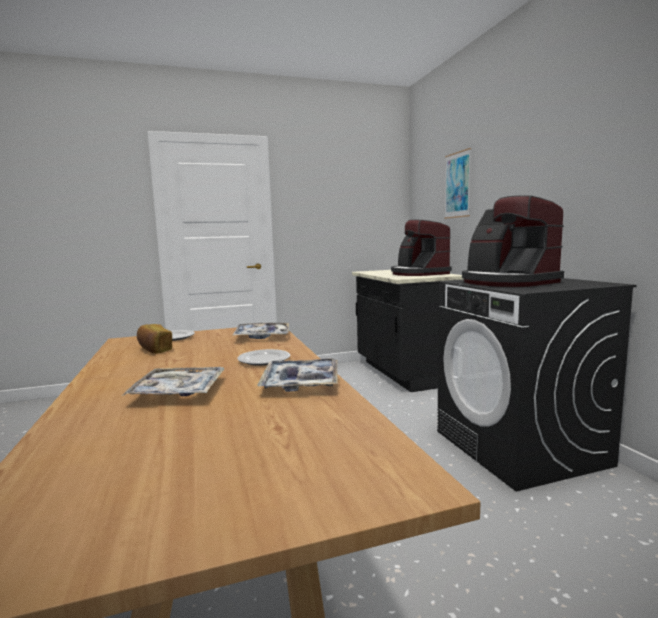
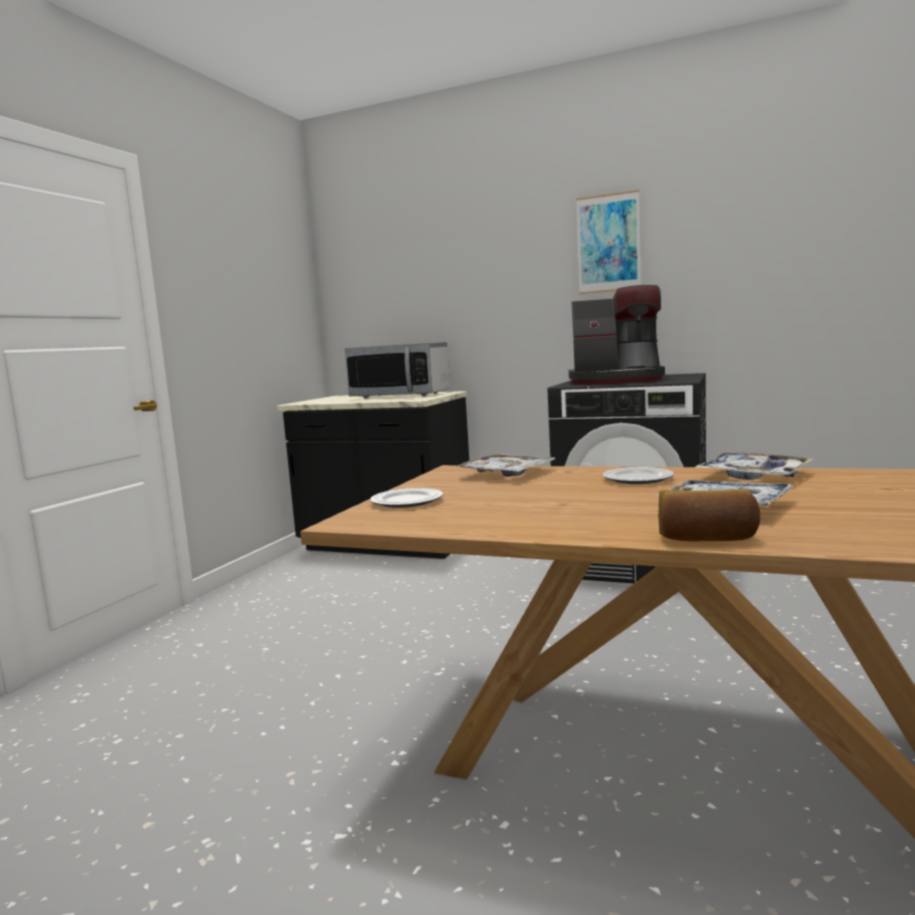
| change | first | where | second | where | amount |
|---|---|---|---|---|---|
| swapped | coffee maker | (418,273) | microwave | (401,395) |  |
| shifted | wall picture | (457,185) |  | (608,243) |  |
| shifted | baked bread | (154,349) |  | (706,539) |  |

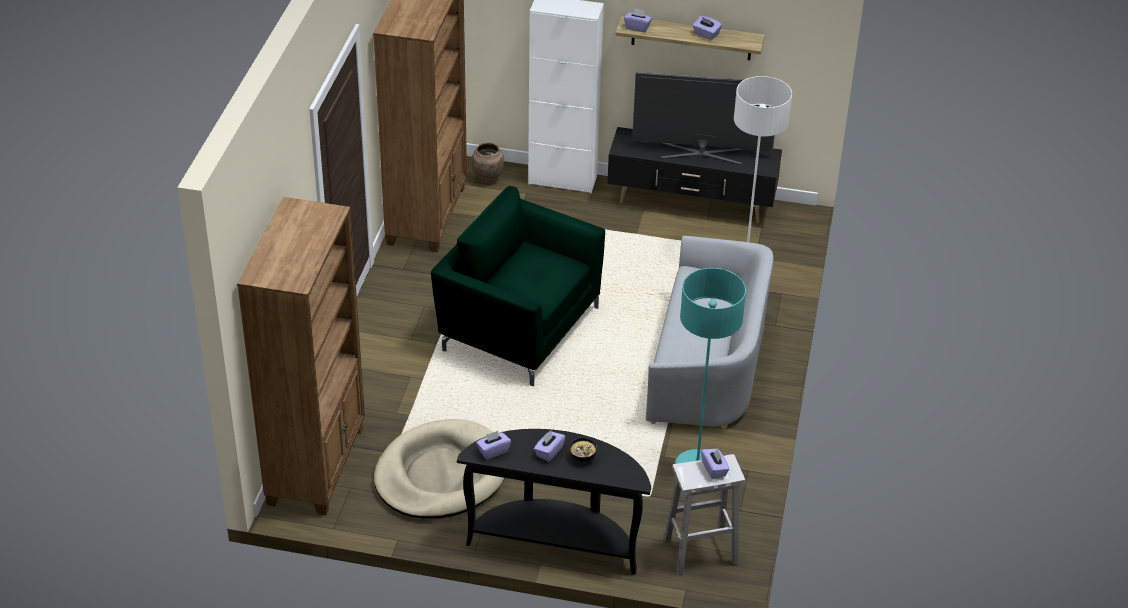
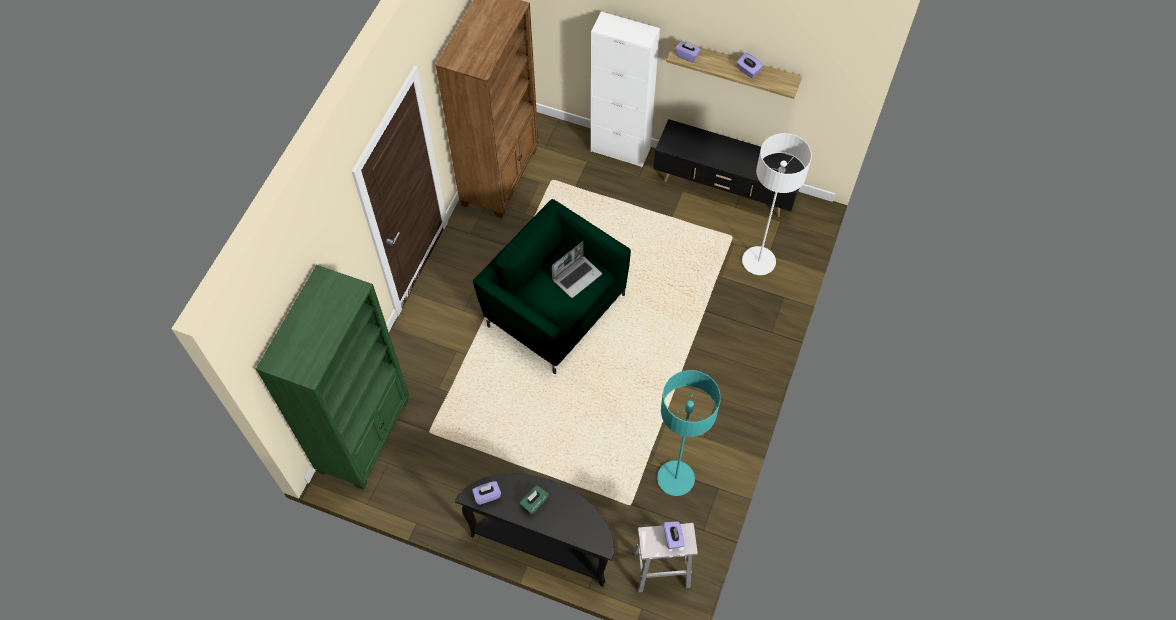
| change | first | where | second | where | amount |
|---|---|---|---|---|---|
| repainted | brown-coloured bookcase | (317,465) | green-coloured bookcase | (365,435) |  |
| repainted | purple-coloured tissue box | (549,452) | green-coloured tissue box | (534,502) |  |
| new |  |  | laptop | (577,276) |  |
| gone | beige dog cushion | (441,475) |  |  |  |
| gone | brown-coloured vase | (488,178) |  |  |  |
| gone | bowl | (582,457) |  |  |  |
| gone | TV set | (701,153) |  |  |  |
| gone | grey couch | (708,365) |  |  |  |

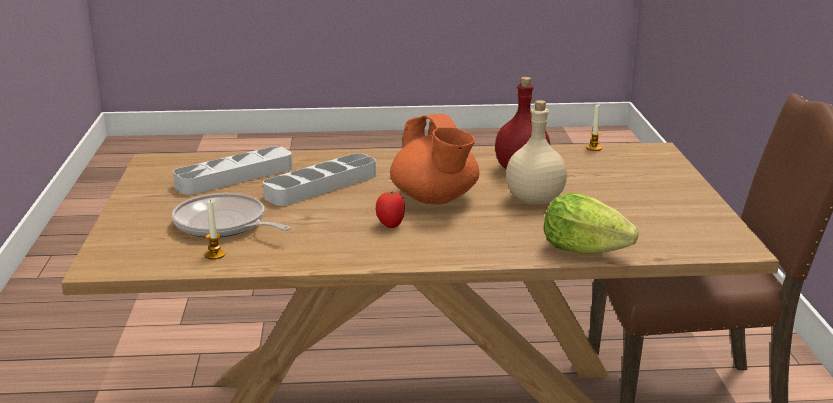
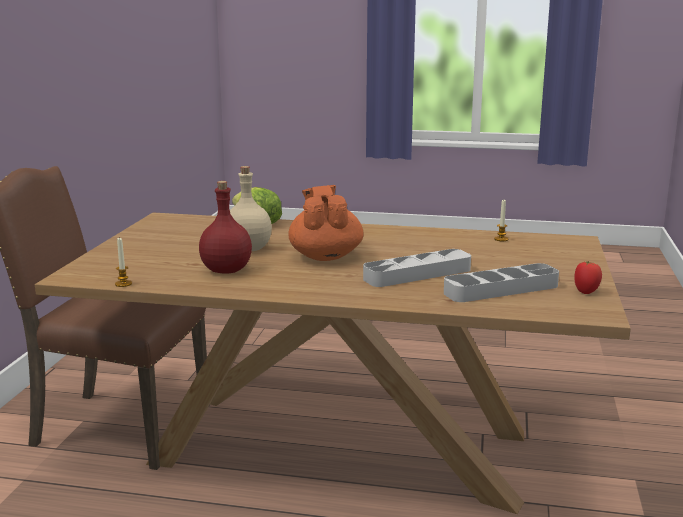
| change | first | where | second | where | amount |
|---|---|---|---|---|---|
| shifted | fresh tomato | (390,225) |  | (586,292) |  |
| gone | skillet | (223,224) |  |  |  |

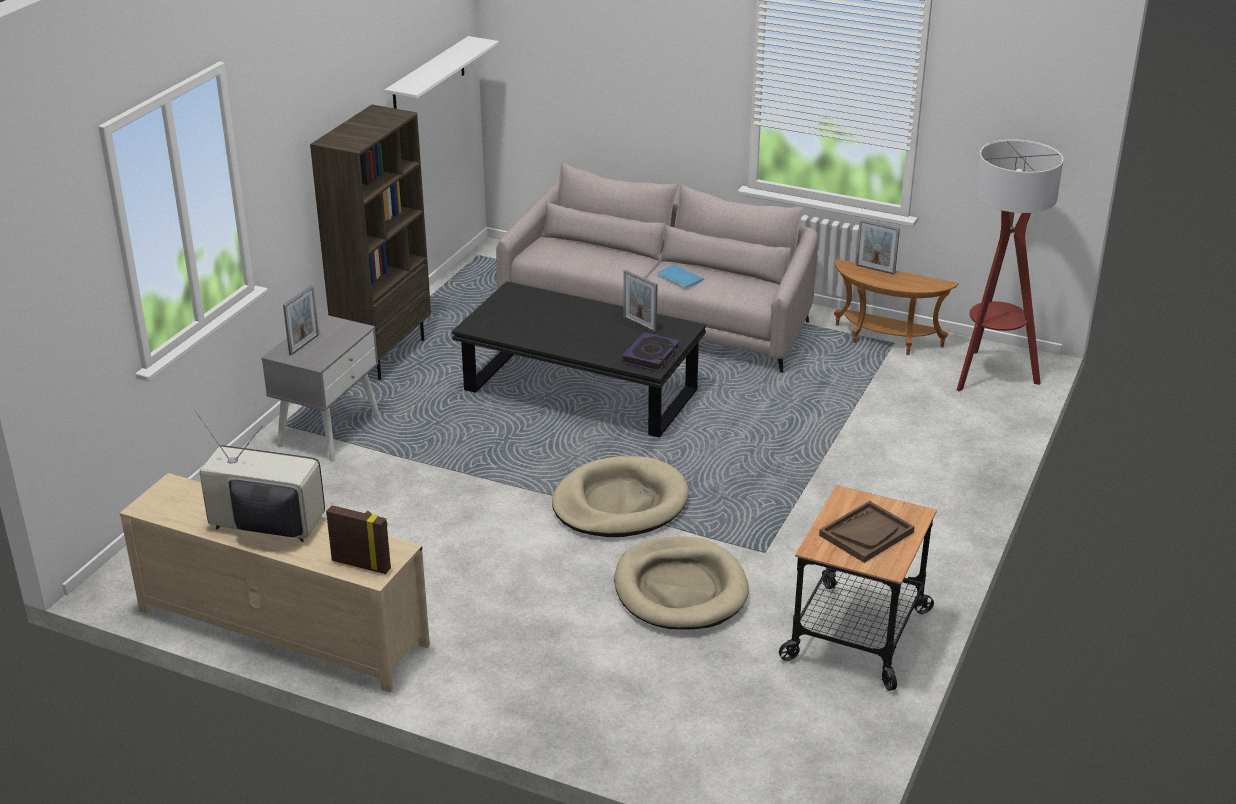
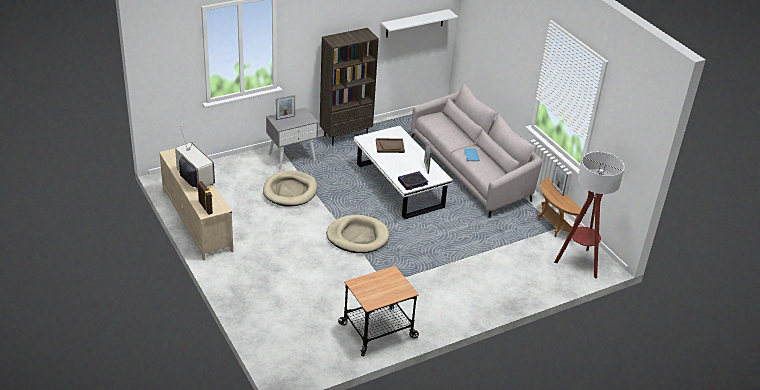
| change | first | where | second | where | amount |
|---|---|---|---|---|---|
| shifted | beige dog cushion | (680,589) |  | (290,191) |  |
| repainted | blackish lounge table | (581,392) | white lounge table | (399,186) |  |
| shifted | brown-coloured carrying tray | (866,533) |  | (390,146) |  |

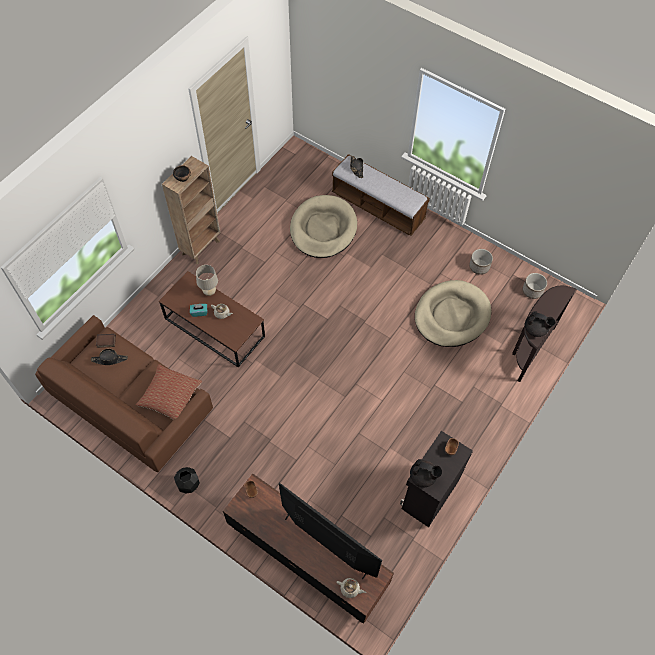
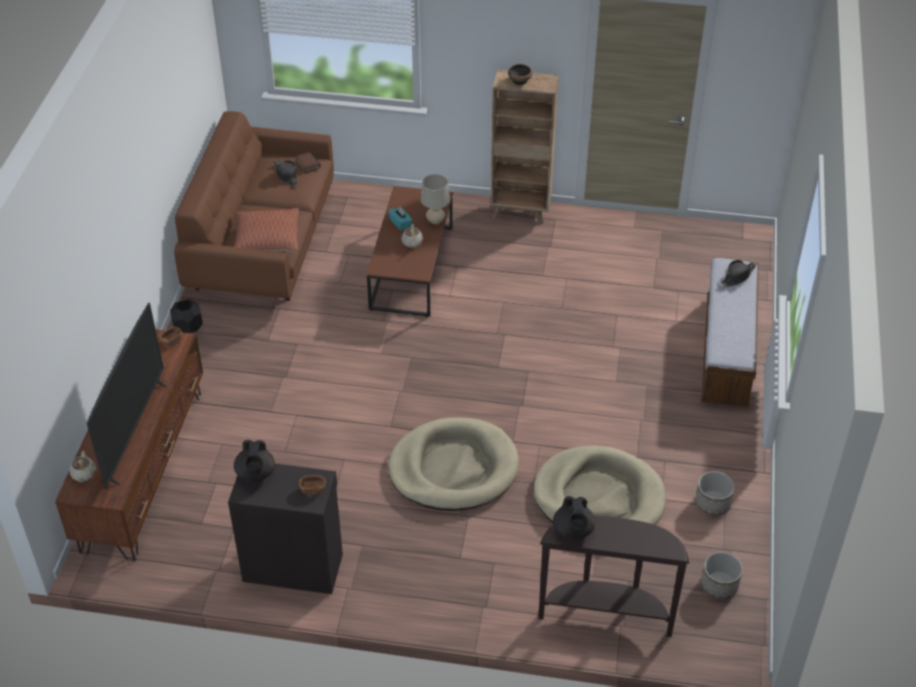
| change | first | where | second | where | amount |
|---|---|---|---|---|---|
| shifted | beige dog cushion | (323,229) |  | (453,468) |  |

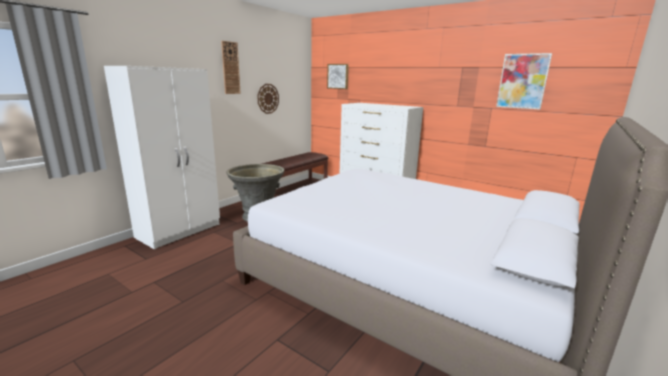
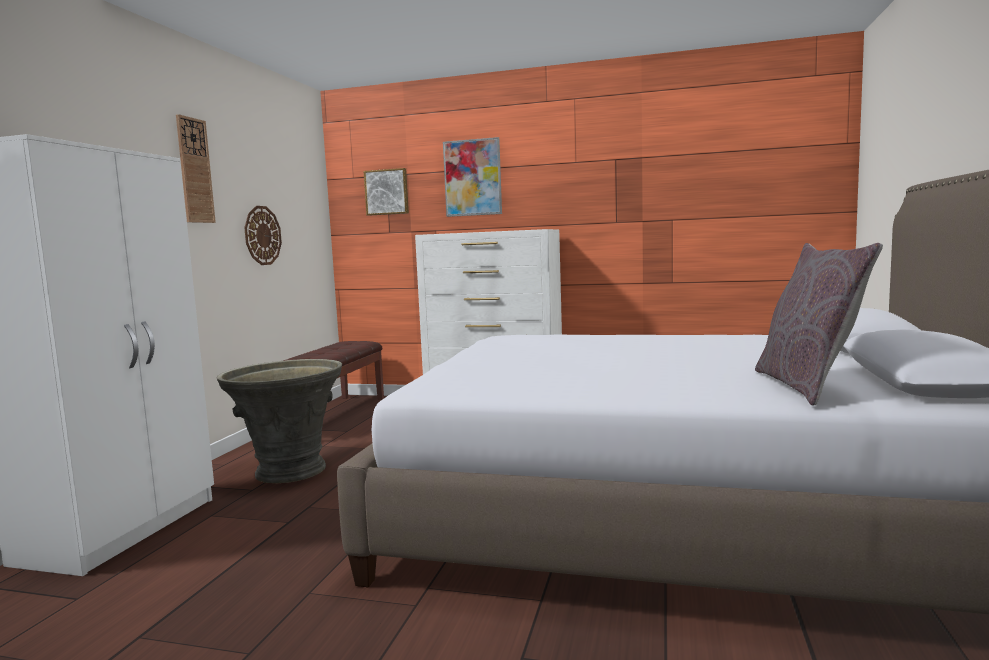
| change | first | where | second | where | amount |
|---|---|---|---|---|---|
| shifted | wall picture | (522,81) |  | (472,177) |  |
| new |  |  | grey pillow | (807,386) |  |

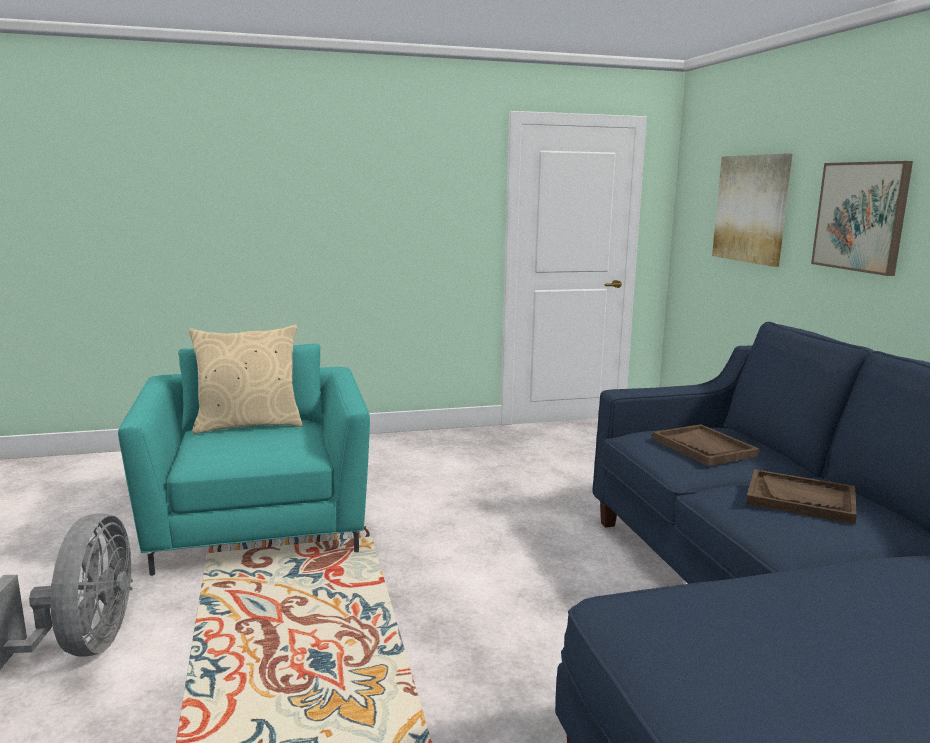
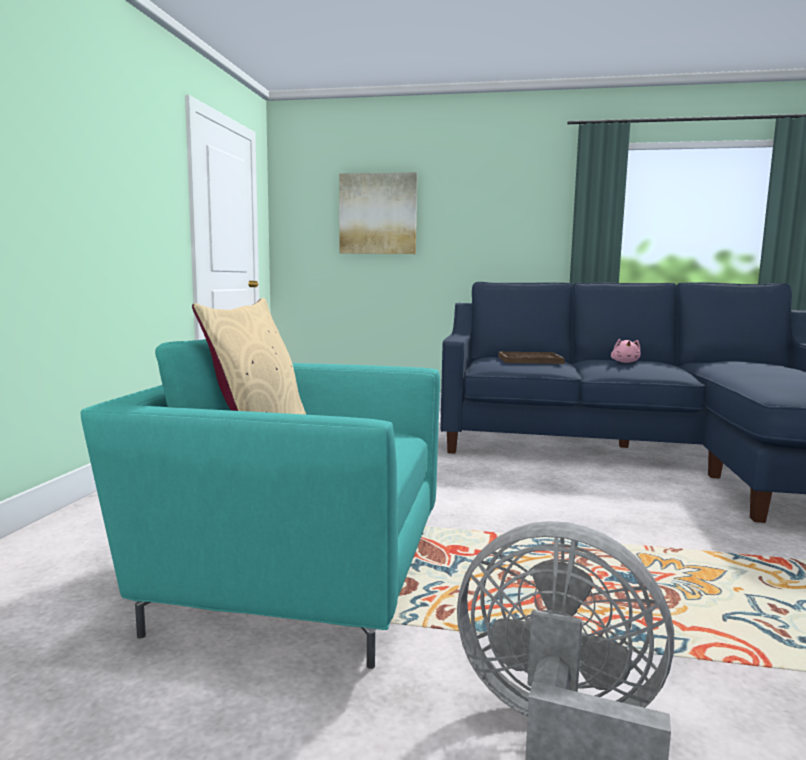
| change | first | where | second | where | amount |
|---|---|---|---|---|---|
| swapped | brown-coloured carrying tray | (801,499) | pink plush toy | (625,362) |  |
| gone | wall picture | (861,216) |  |  |  |

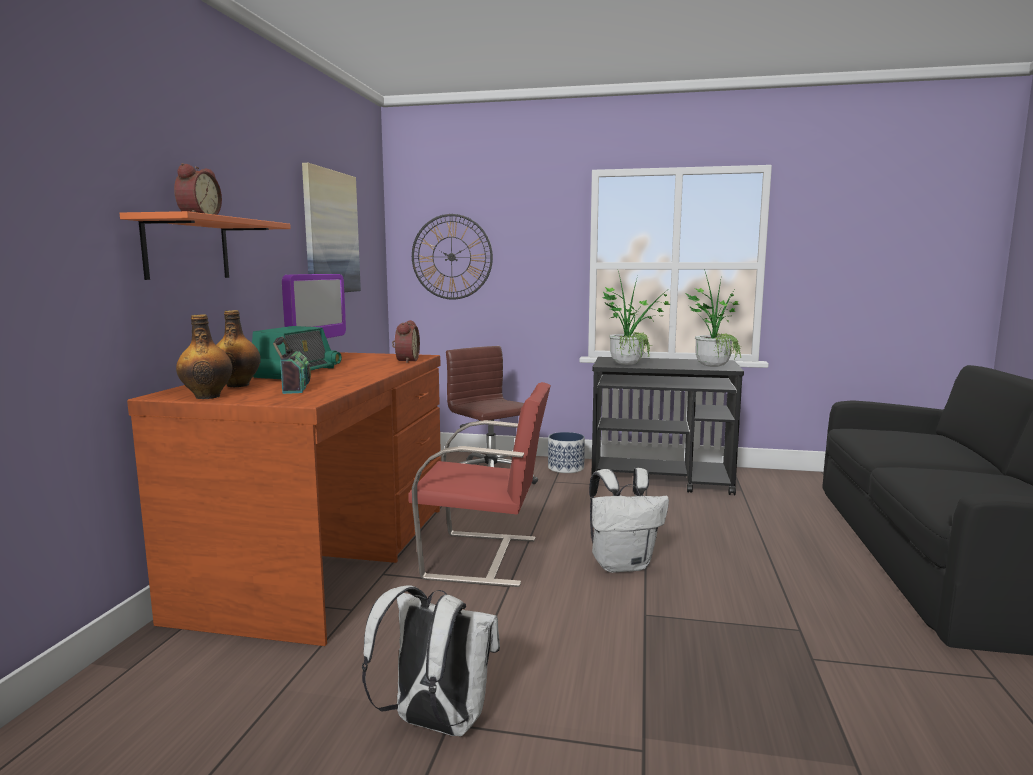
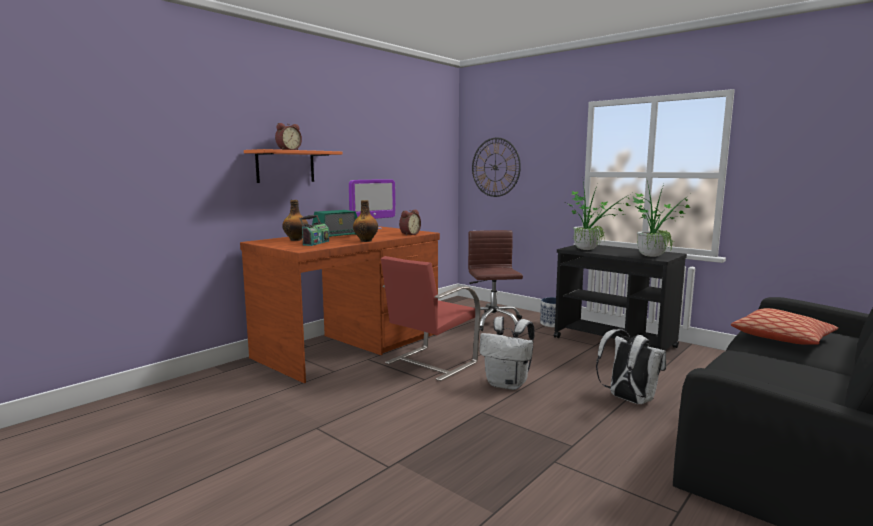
| change | first | where | second | where | amount |
|---|---|---|---|---|---|
| shifted | beverage bottle | (207,396) |  | (366,241) |  |
| rotated | reddish plain chair | (484,558) |  | (429,363) | 90 degrees clockwise |
| shifted | white backpack | (435,724) |  | (628,400) |  |
| new |  |  | pillow | (782,338) |  |
| gone | wall picture | (330,232) |  |  |  |

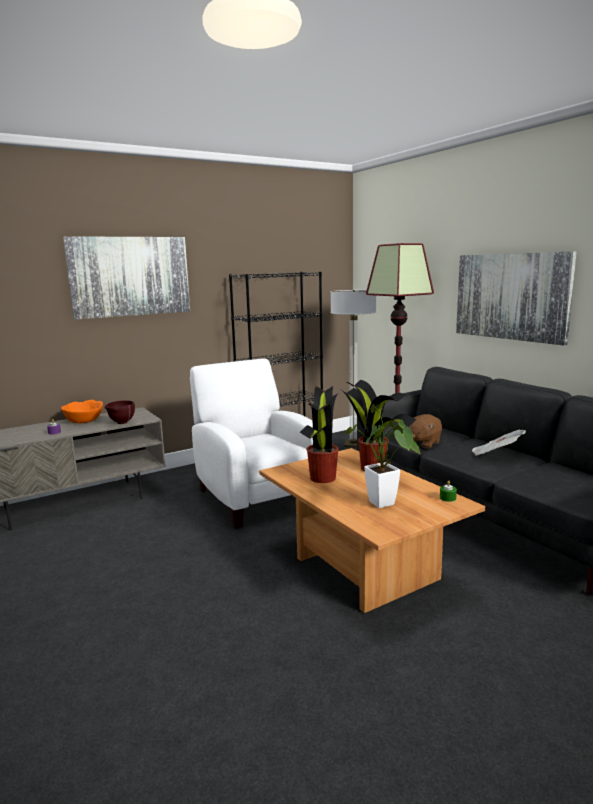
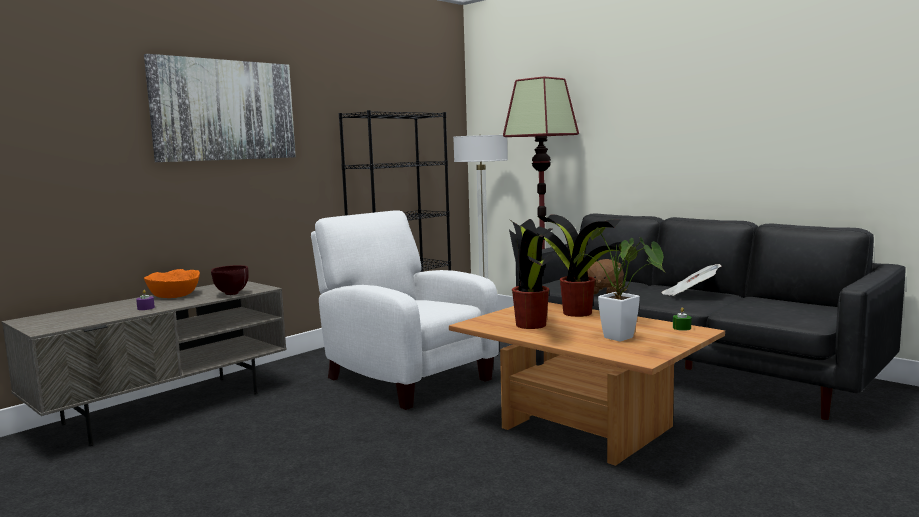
| change | first | where | second | where | amount |
|---|---|---|---|---|---|
| gone | wall picture | (511,296) |  |  |  |

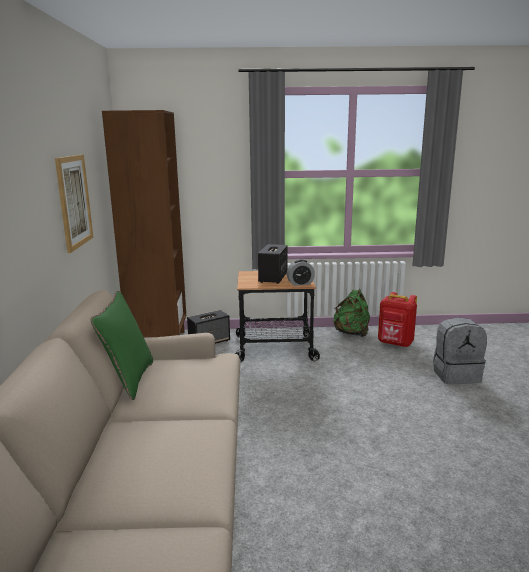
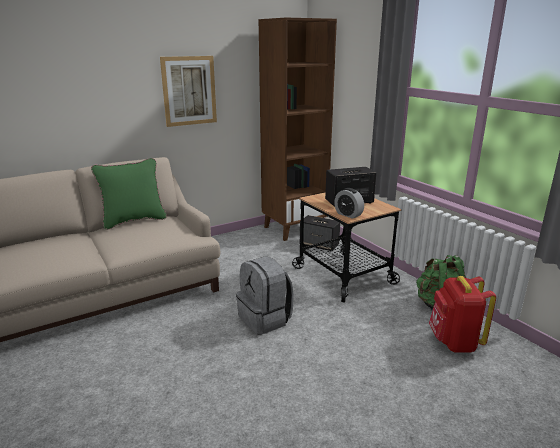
| change | first | where | second | where | amount |
|---|---|---|---|---|---|
| shifted | grey backpack | (456,375) |  | (265,319) |  |

